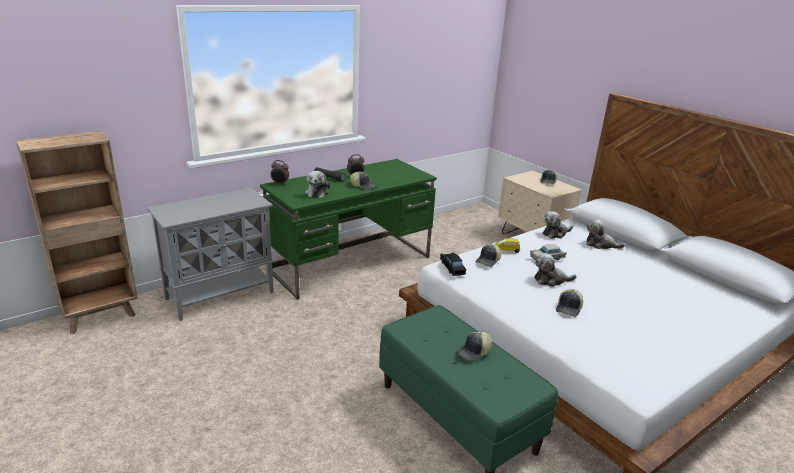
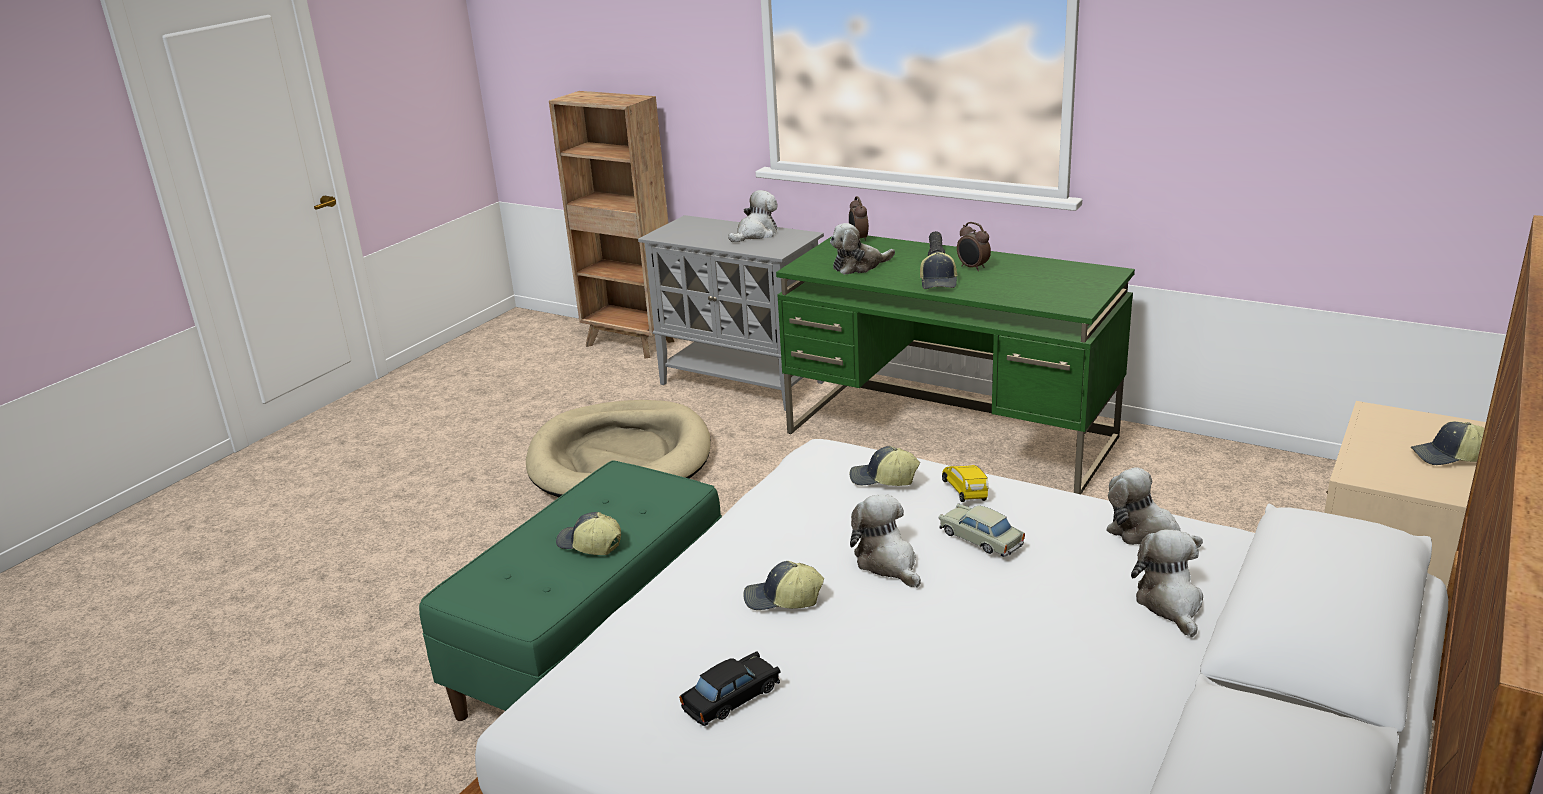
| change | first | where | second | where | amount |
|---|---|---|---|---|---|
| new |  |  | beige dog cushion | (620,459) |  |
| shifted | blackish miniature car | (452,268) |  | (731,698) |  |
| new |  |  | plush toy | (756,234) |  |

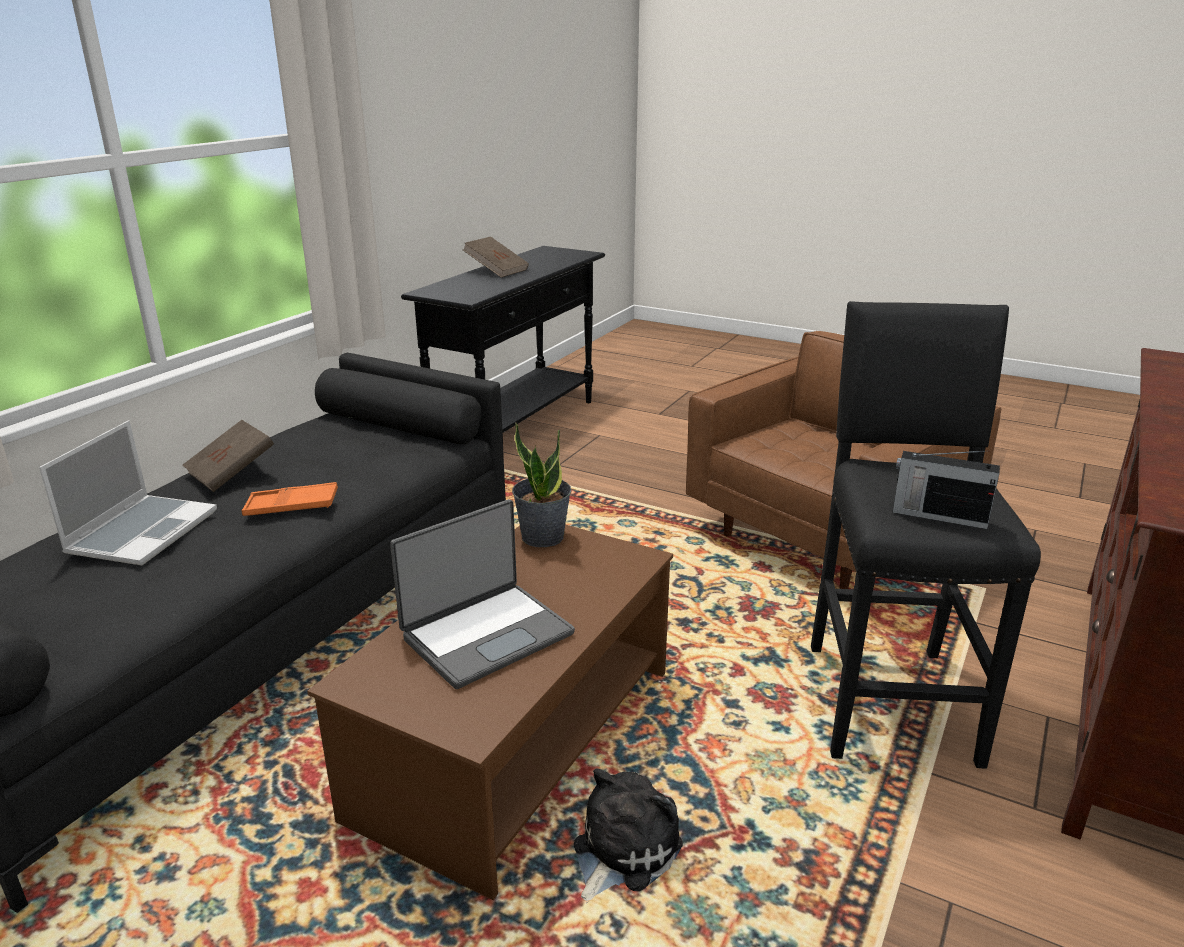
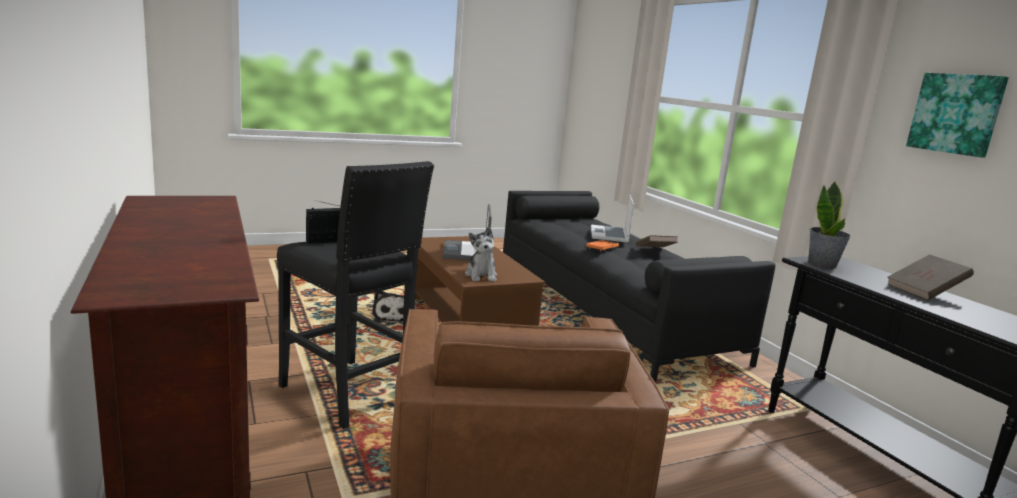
| change | first | where | second | where | amount |
|---|---|---|---|---|---|
| new |  |  | plush toy | (481,275) |  |
| rotated | laptop | (143,531) |  | (610,235) | 45 degrees clockwise |
| shifted | plant in a pot | (542,536) |  | (822,264) |  |
| new |  |  | wall picture | (956,114) |  |

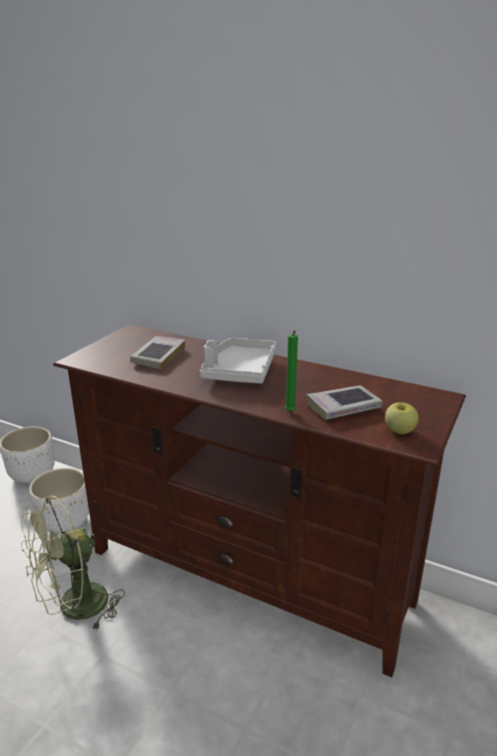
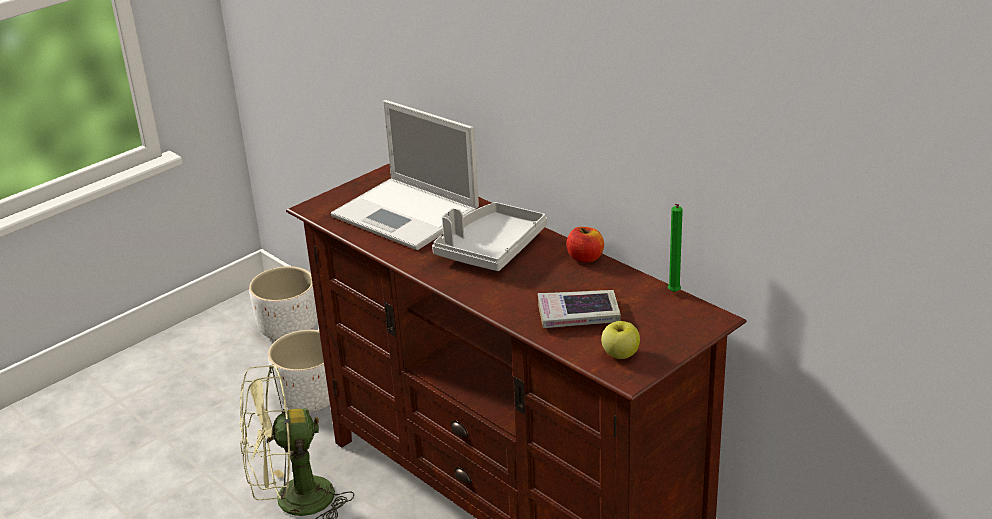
| change | first | where | second | where | amount |
|---|---|---|---|---|---|
| swapped | volume | (158,356) | laptop | (407,214) |  |
| new |  |  | apple fruit | (585,258) |  |
| shifted | green-coloured wax light | (290,412) |  | (673,293) |  |

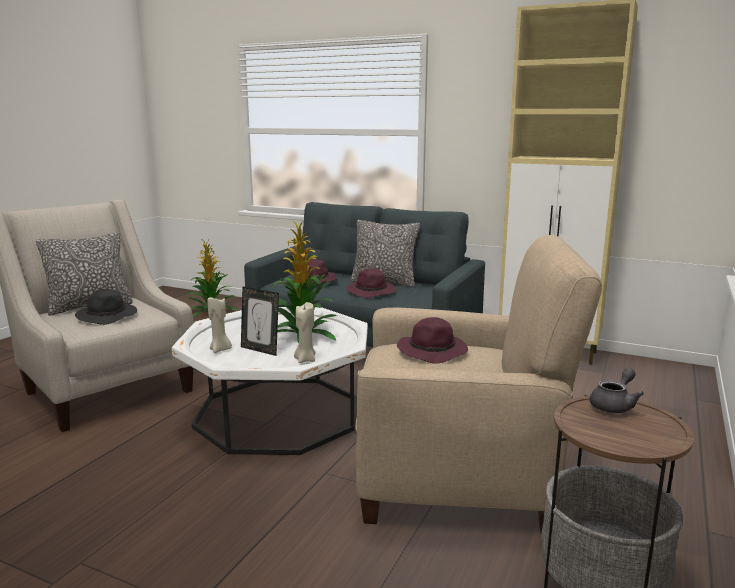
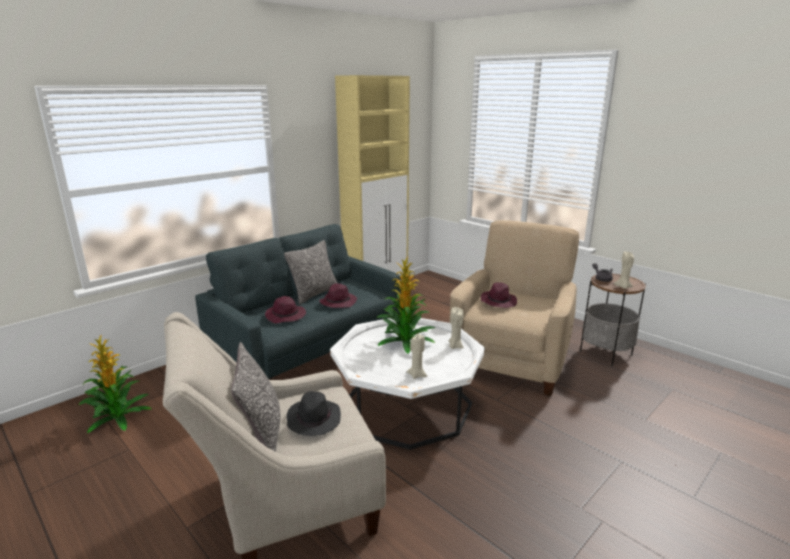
| change | first | where | second | where | amount |
|---|---|---|---|---|---|
| new |  |  | beige wax light | (623,287) |  |
| gone | standing frame | (260,350) |  |  |  |

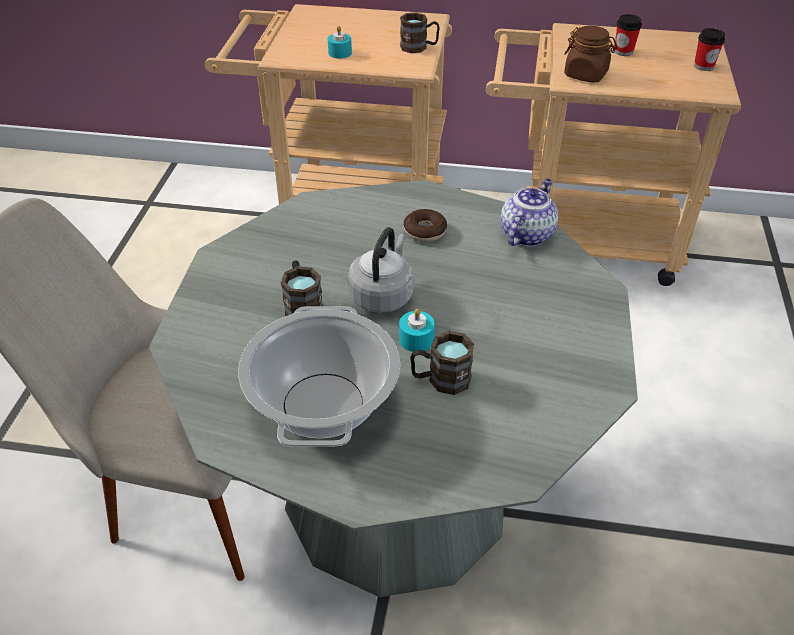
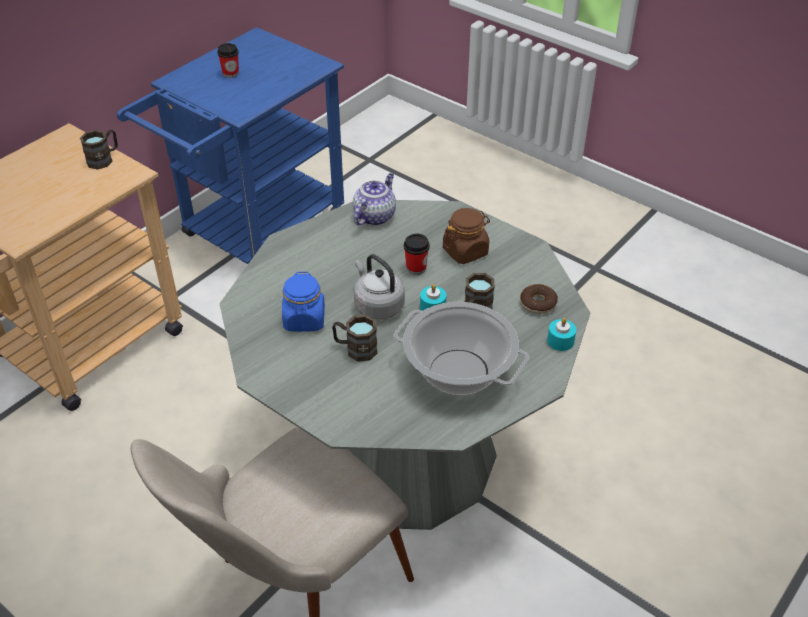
| change | first | where | second | where | amount |
|---|---|---|---|---|---|
| repainted | beige wheeled cart | (580,239) | blue wheeled cart | (254,232) |  |
| new |  |  | blue preserve jar | (304,320) |  |
| rotated | pot for tea | (526,234) |  | (374,216) | 60 degrees clockwise |
| shifted | cup | (703,66) |  | (416,268) |  |
| shifted | brown-coloured preserve jar | (586,74) |  | (465,251) |  |
| shifted | ring doughnut | (425,231) |  | (538,303) |  |
| shifted | turquoise-coloured wax light | (340,53) |  | (560,341) |  |

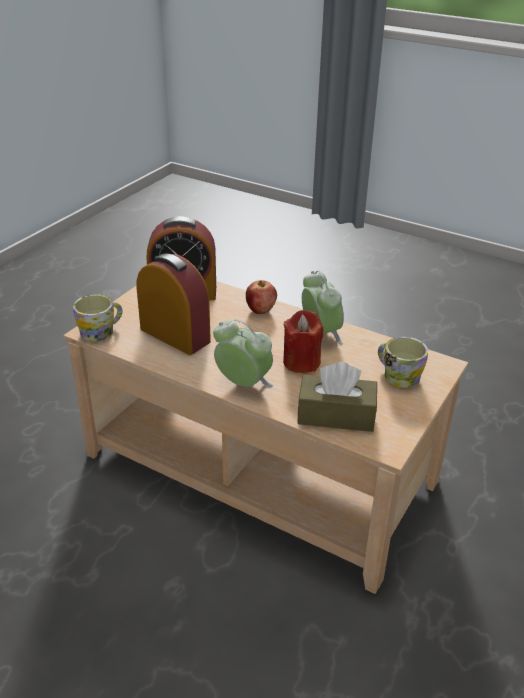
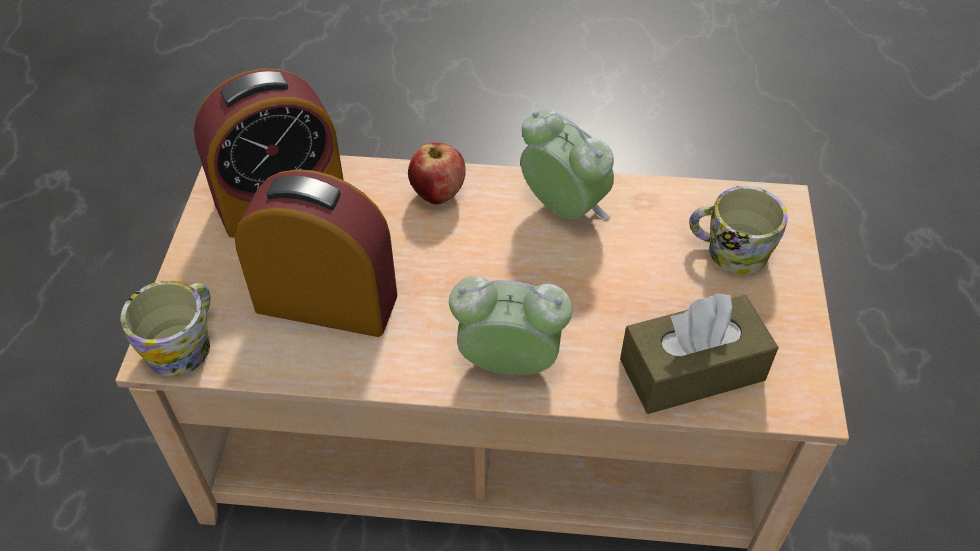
| change | first | where | second | where | amount |
|---|---|---|---|---|---|
| gone | reddish wax light | (301,362) |  |  |  |

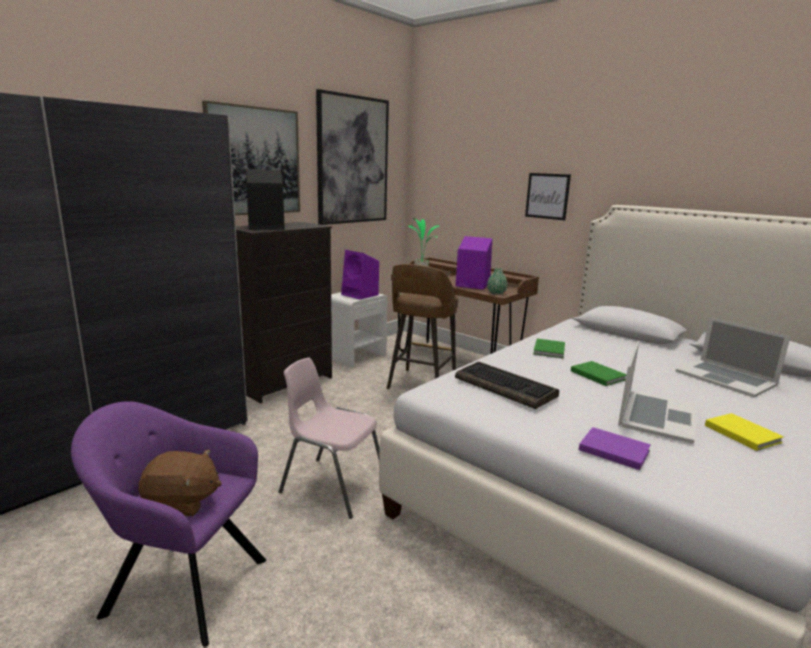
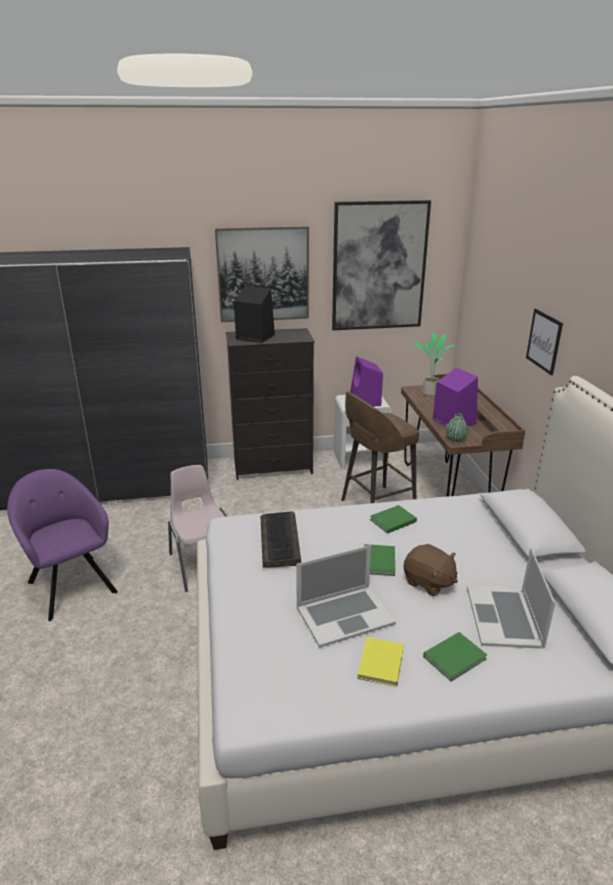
| change | first | where | second | where | amount |
|---|---|---|---|---|---|
| shifted | brown-coloured plush toy | (182,502) |  | (428,582) |  |
| new |  |  | green-coloured volume | (456,658) |  |
| gone | purple-coloured volume | (612,449) |  |  |  |

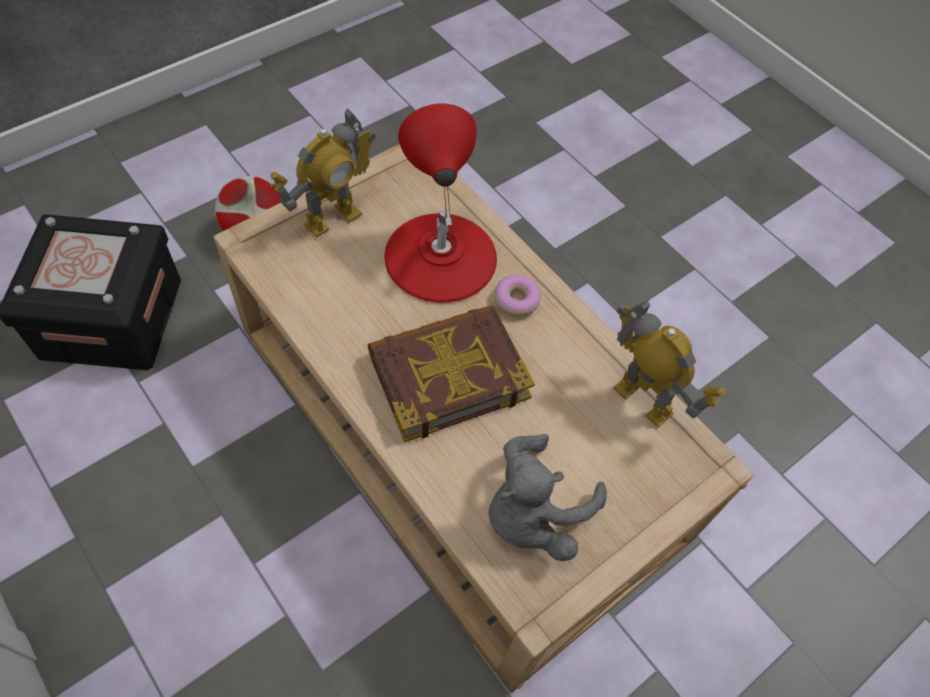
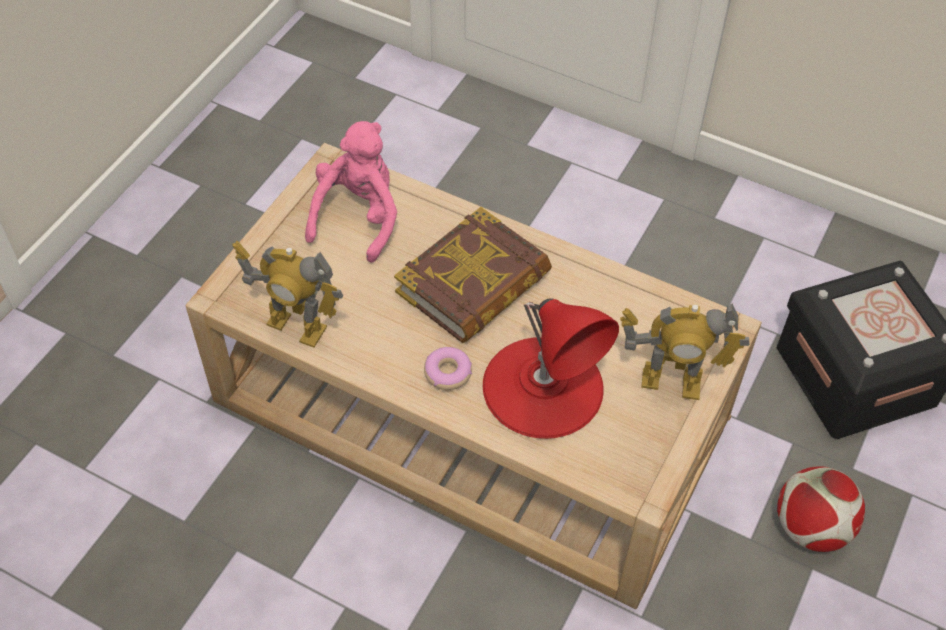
| change | first | where | second | where | amount |
|---|---|---|---|---|---|
| repainted | grey plush toy | (533,513) | pink plush toy | (358,217) |  |
| rotated | model robot | (332,218) |  | (671,382) | 105 degrees counterclockwise |

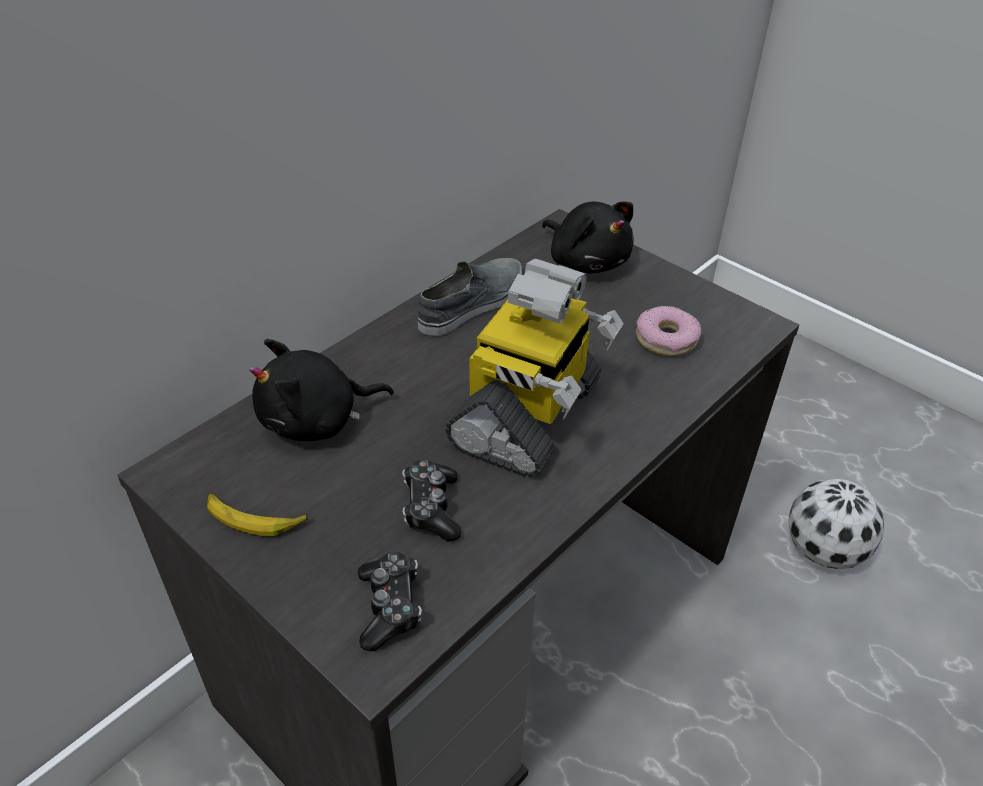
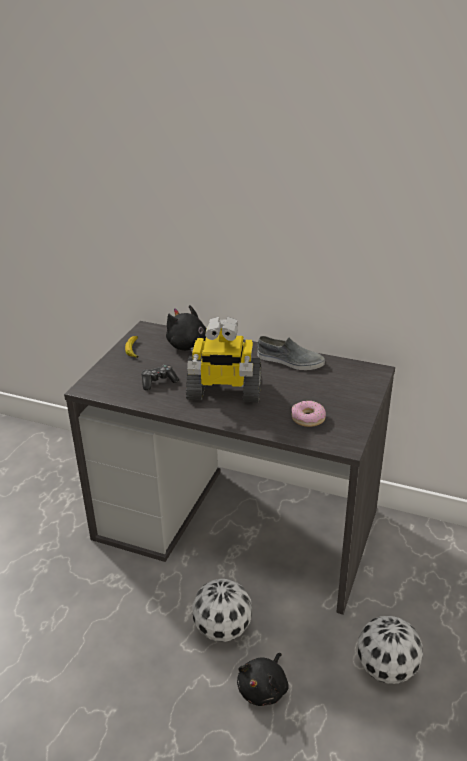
| change | first | where | second | where | amount |
|---|---|---|---|---|---|
| new |  |  | ball for football | (223,629) |  |
| shifted | blackish plush toy | (587,260) |  | (264,688) |  |
| gone | game controller | (390,607) |  |  |  |

